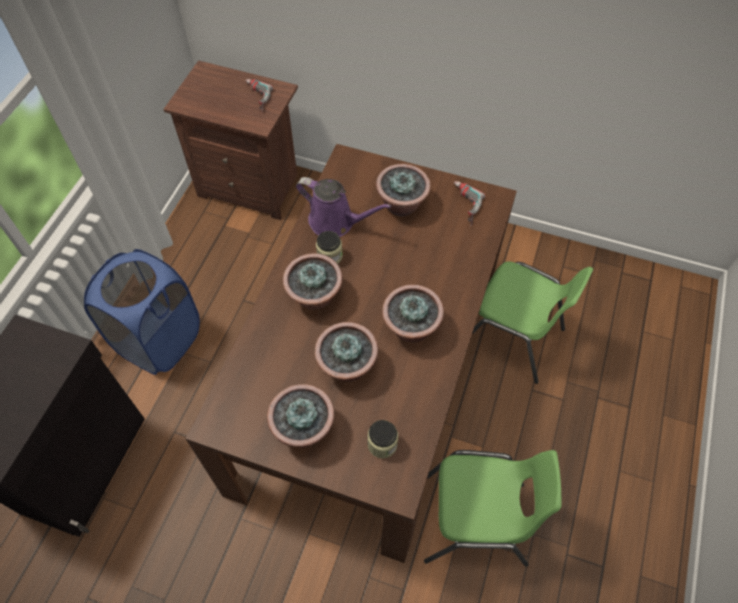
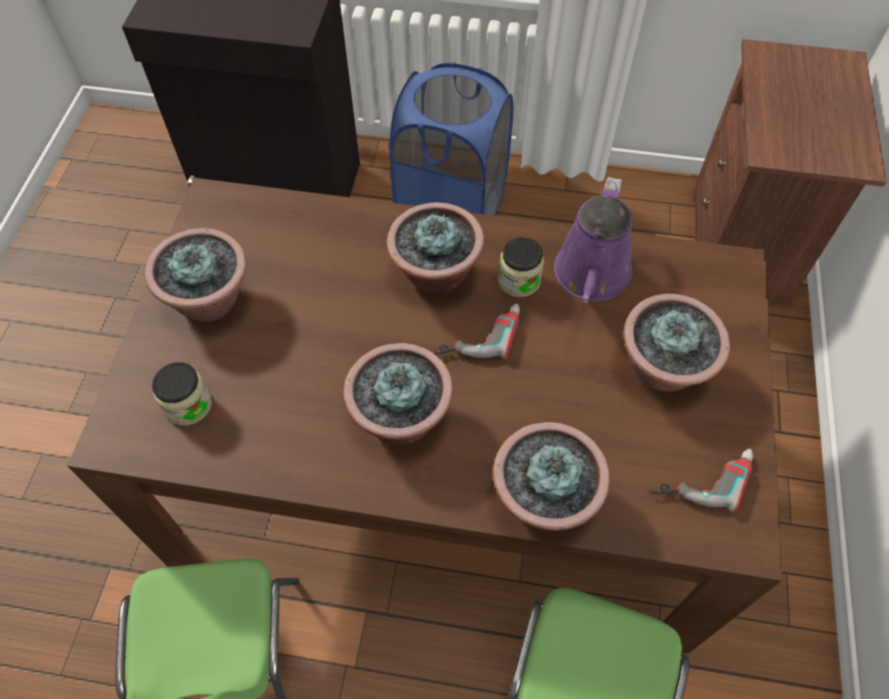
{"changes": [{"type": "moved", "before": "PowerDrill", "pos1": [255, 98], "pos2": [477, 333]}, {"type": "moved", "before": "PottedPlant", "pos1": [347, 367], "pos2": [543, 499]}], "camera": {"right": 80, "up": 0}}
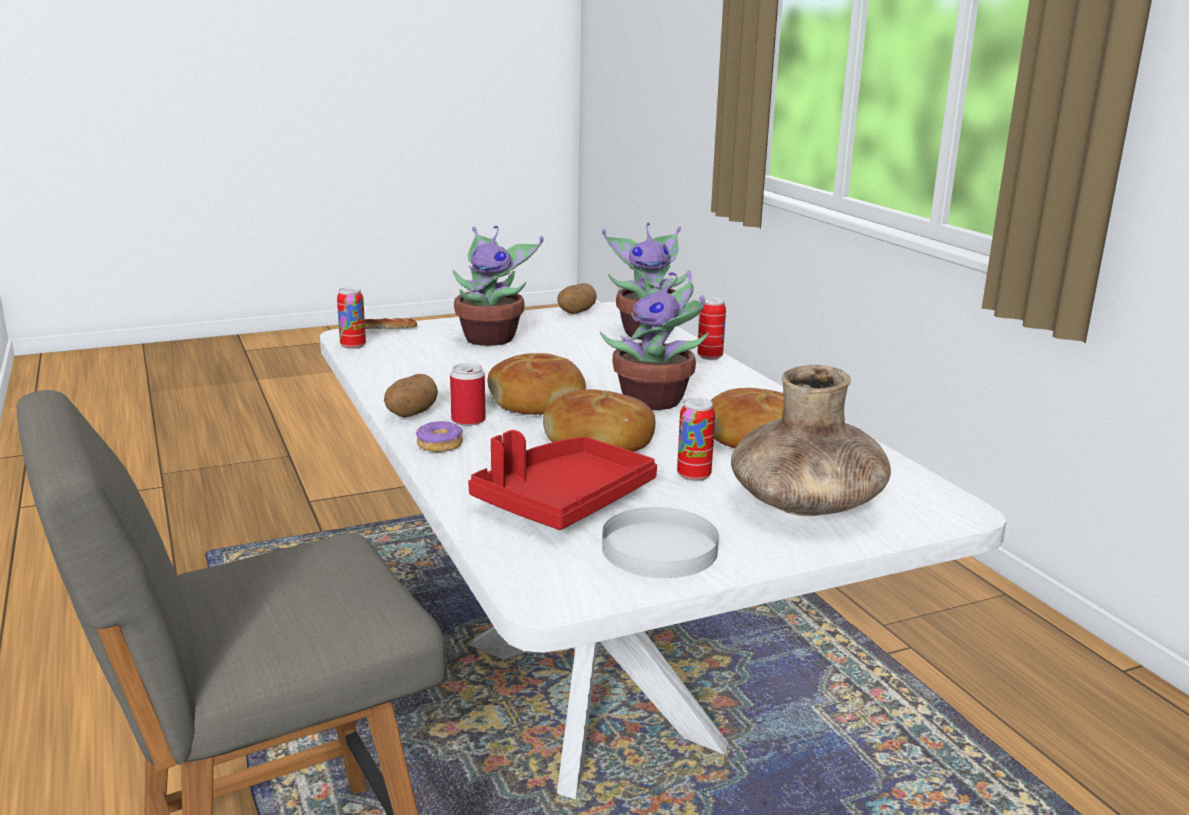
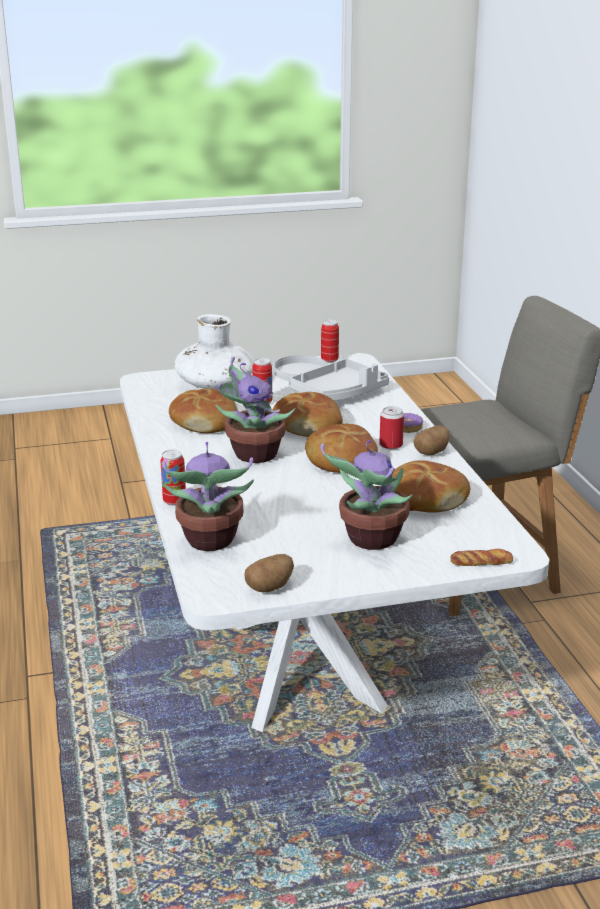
{"changes": [{"type": "moved", "before": "Can", "pos1": [353, 346], "pos2": [329, 360]}, {"type": "recoloured", "before": "RedTray", "after": "GreyTray", "pos1": [563, 501], "pos2": [339, 393]}, {"type": "recoloured", "before": "BrownVase", "after": "WhiteVase", "pos1": [805, 505], "pos2": [215, 385]}, {"type": "added", "after": "Bread", "pos2": [425, 499]}], "camera": {"right": -170, "up": 5}}
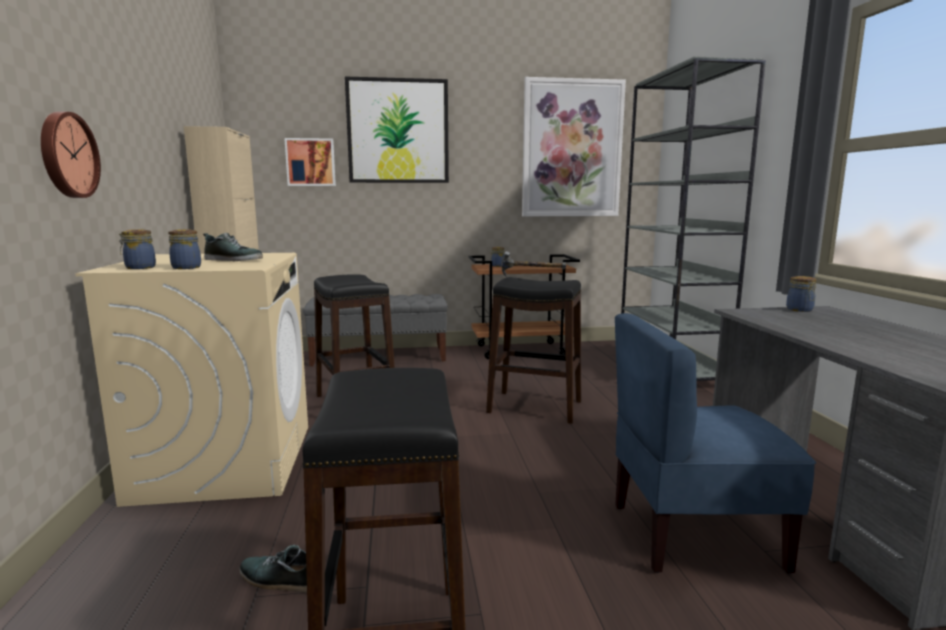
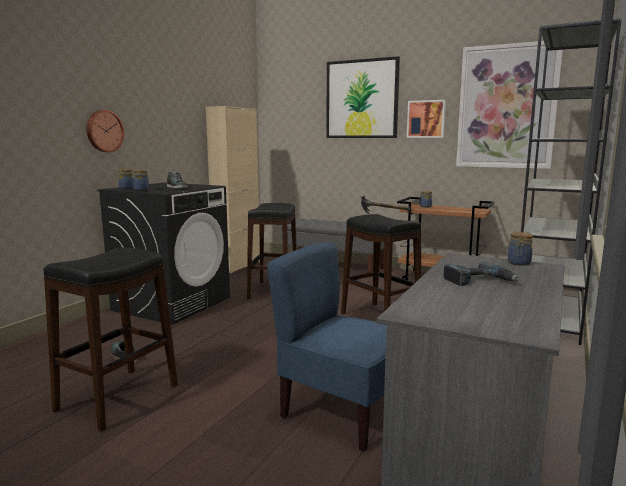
{"changes": [{"type": "recoloured", "before": "BeigeWashingMachine", "after": "BlackWashingMachine", "pos1": [226, 461], "pos2": [172, 304]}, {"type": "moved", "before": "Picture", "pos1": [310, 162], "pos2": [426, 119]}, {"type": "added", "after": "PowerDrill", "pos2": [479, 281]}], "camera": {"right": 35, "up": 0}}
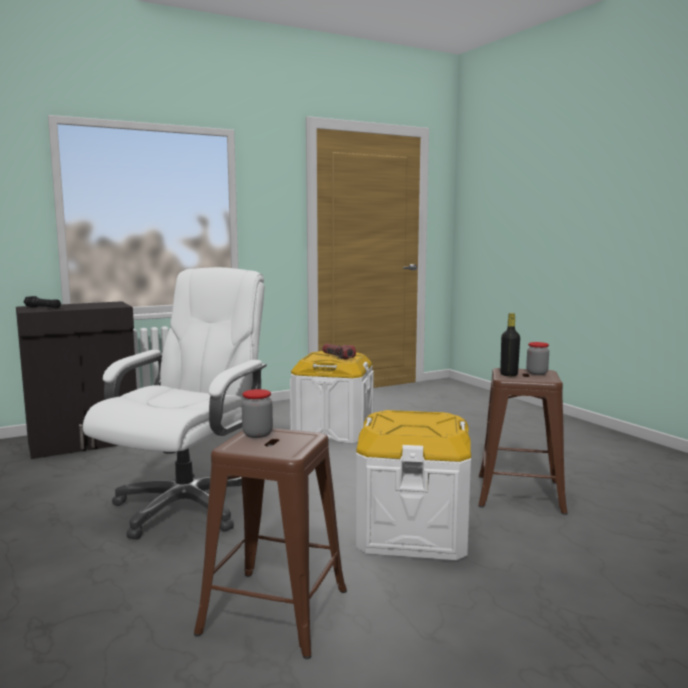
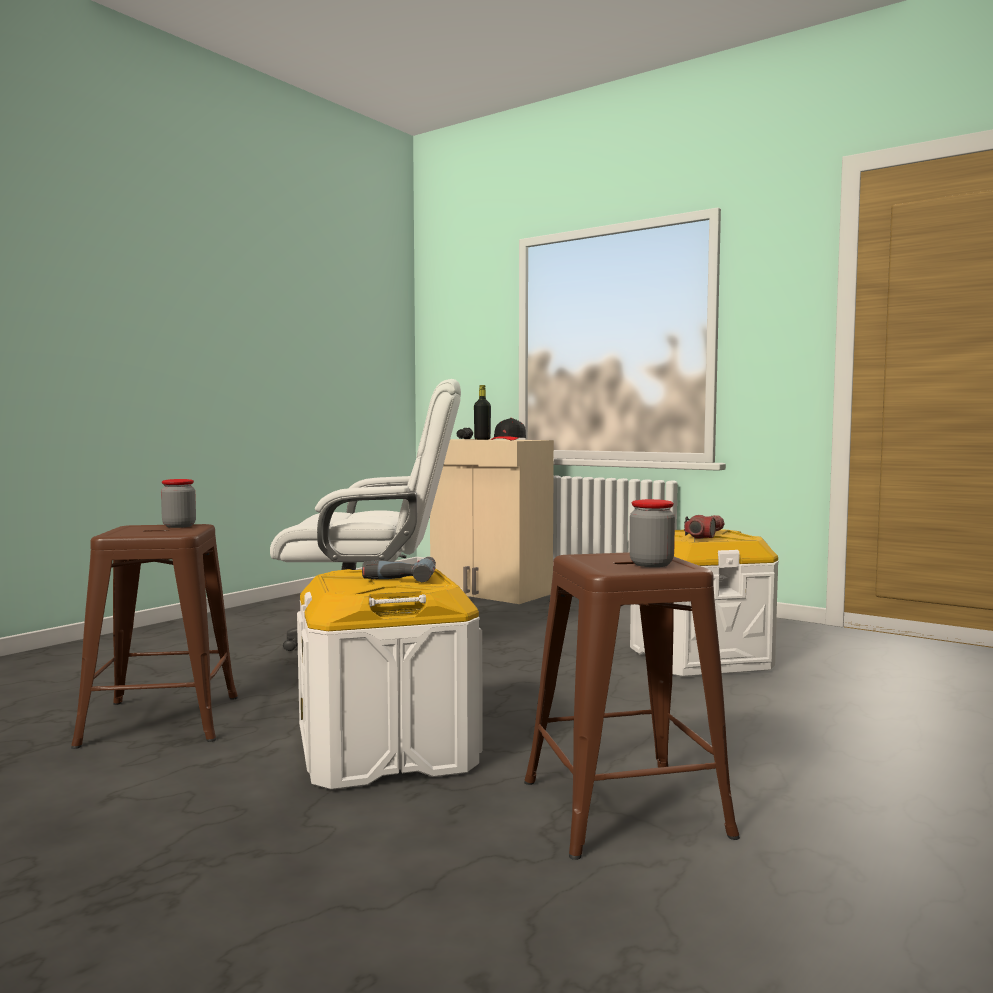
{"changes": [{"type": "recoloured", "before": "BlackCabinet", "after": "BeigeCabinet", "pos1": [85, 443], "pos2": [490, 592]}, {"type": "moved", "before": "BlackBottle", "pos1": [509, 374], "pos2": [482, 439]}, {"type": "added", "after": "PowerDrill", "pos2": [400, 577]}, {"type": "added", "after": "BlackCap", "pos2": [508, 439]}], "camera": {"right": 65, "up": -5}}
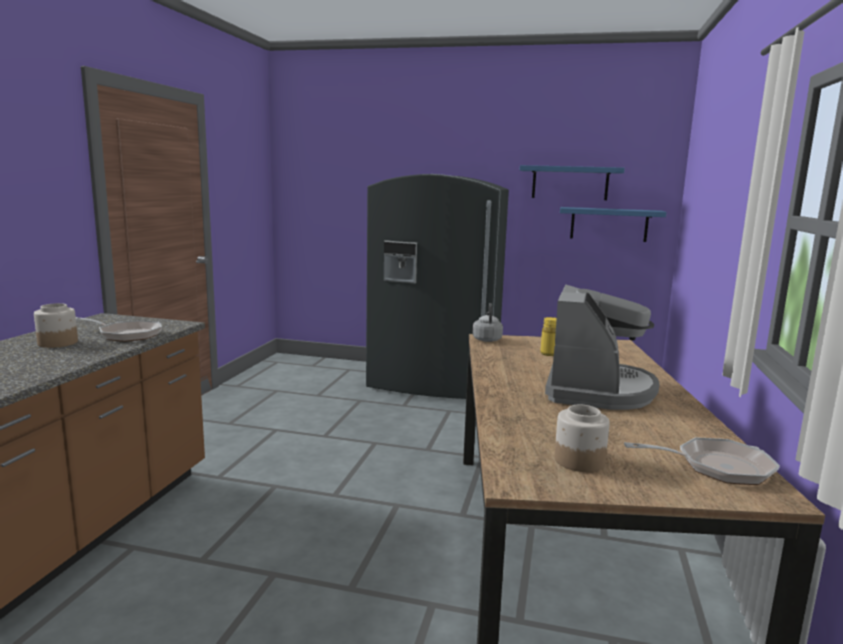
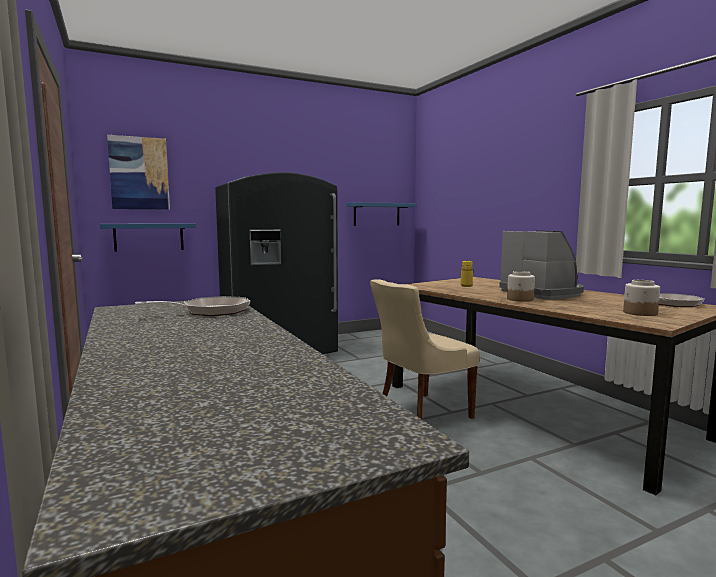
{"changes": [{"type": "moved", "before": "Jar", "pos1": [57, 343], "pos2": [520, 299]}, {"type": "removed", "before": "GreyKettle", "pos1": [487, 339]}, {"type": "moved", "before": "BlueShelf", "pos1": [570, 183], "pos2": [149, 237]}, {"type": "added", "after": "Picture", "pos2": [139, 173]}, {"type": "added", "after": "BeigeChair", "pos2": [421, 413]}], "camera": {"right": -40, "up": -5}}
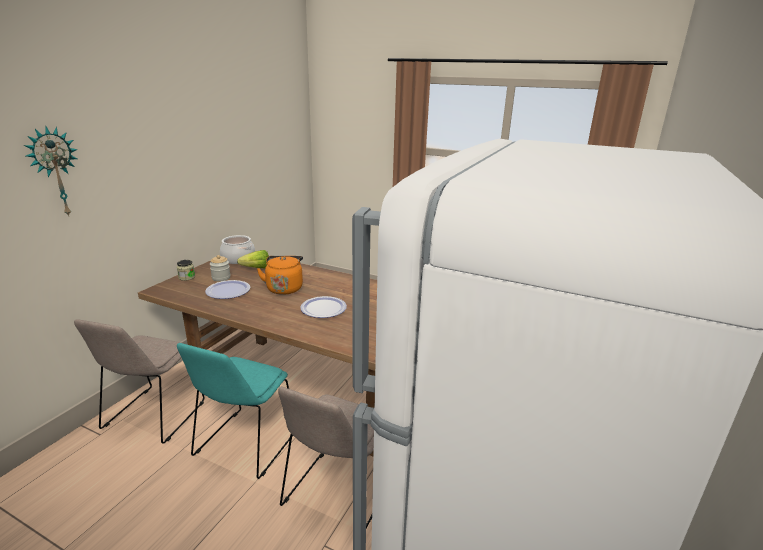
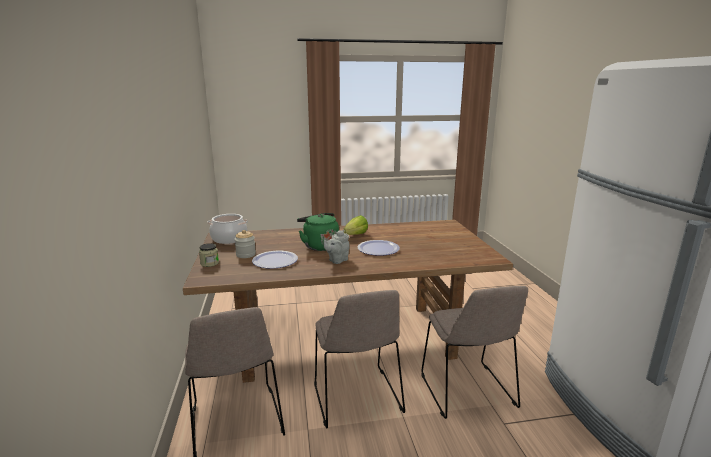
{"changes": [{"type": "removed", "before": "WallClock", "pos1": [55, 172]}, {"type": "recoloured", "before": "TurquoiseChair", "after": "BeigeChair", "pos1": [244, 445], "pos2": [357, 399]}, {"type": "moved", "before": "Lettuce", "pos1": [254, 268], "pos2": [353, 236]}, {"type": "recoloured", "before": "OrangeKettle", "after": "GreenKettle", "pos1": [284, 288], "pos2": [319, 246]}, {"type": "added", "after": "GreyTeapot", "pos2": [337, 260]}], "camera": {"right": -35, "up": -5}}
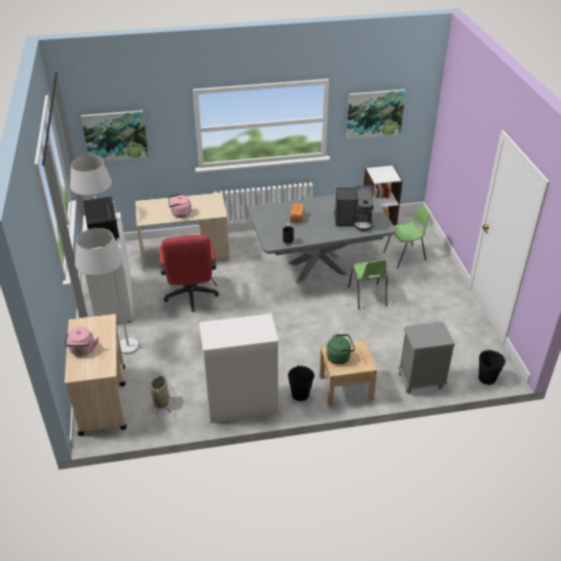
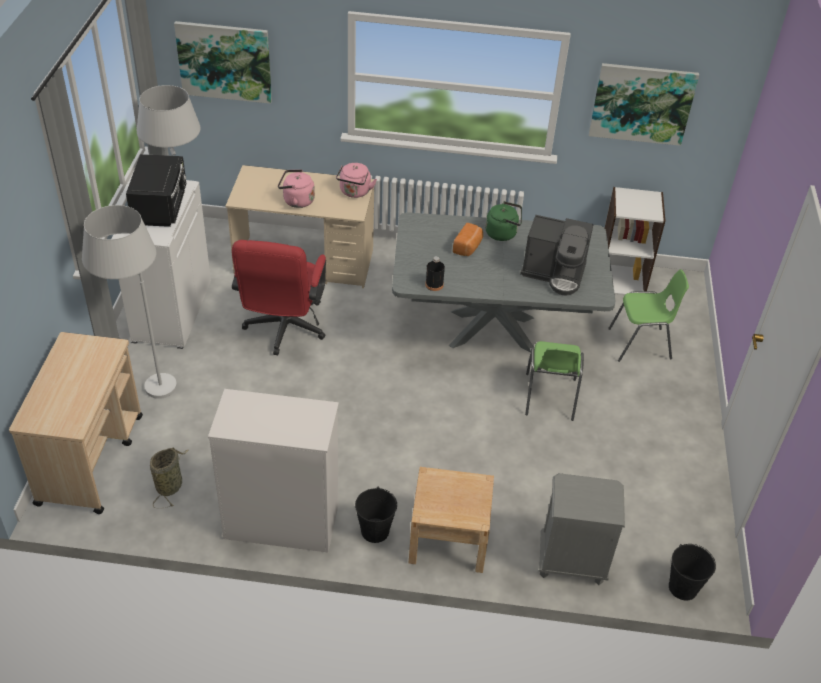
{"changes": [{"type": "moved", "before": "PinkKettle", "pos1": [82, 350], "pos2": [354, 192]}, {"type": "moved", "before": "GreenKettle", "pos1": [339, 357], "pos2": [503, 233]}], "camera": {"right": 15, "up": 5}}
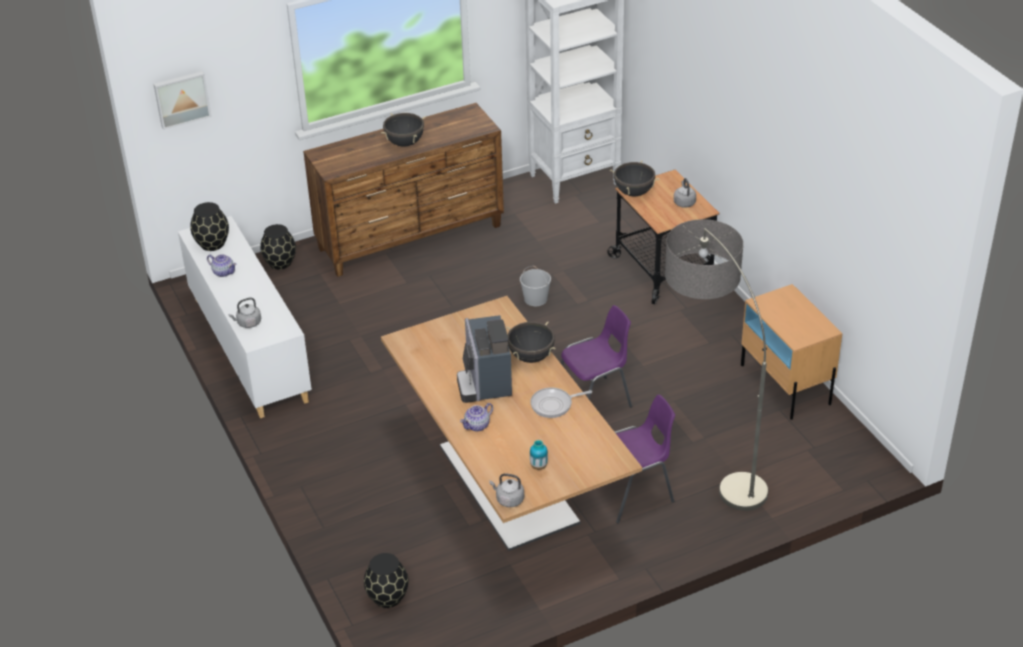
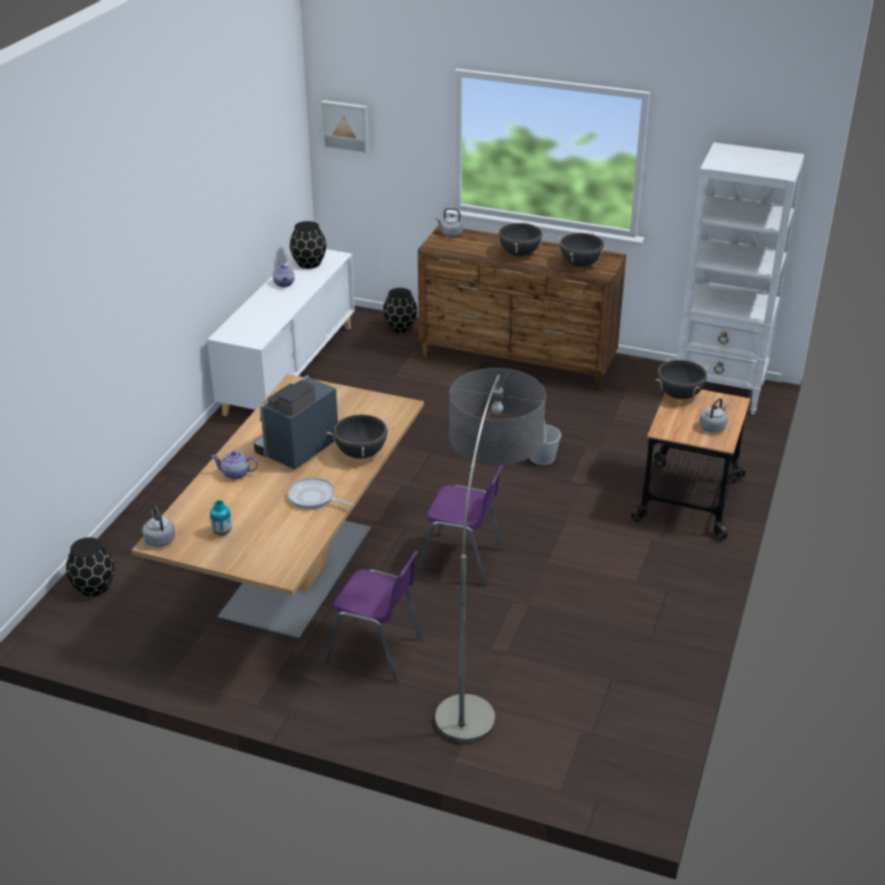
{"changes": [{"type": "moved", "before": "GreyKettle", "pos1": [248, 323], "pos2": [450, 234]}, {"type": "removed", "before": "BeigeNightstand", "pos1": [785, 384]}, {"type": "added", "after": "BlackCookingPot", "pos2": [580, 264]}], "camera": {"right": 45, "up": -5}}
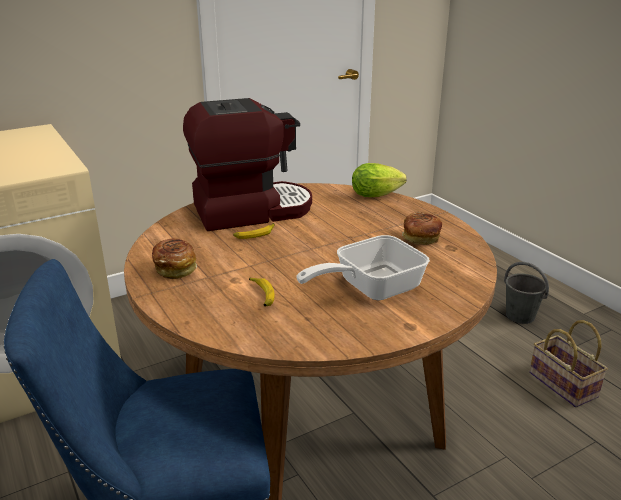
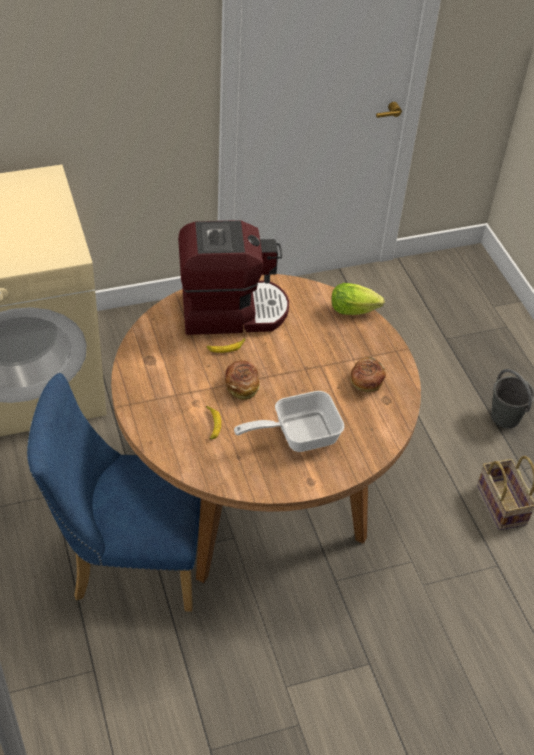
{"changes": [{"type": "moved", "before": "Bread", "pos1": [175, 268], "pos2": [242, 386]}], "camera": {"right": 10, "up": 20}}
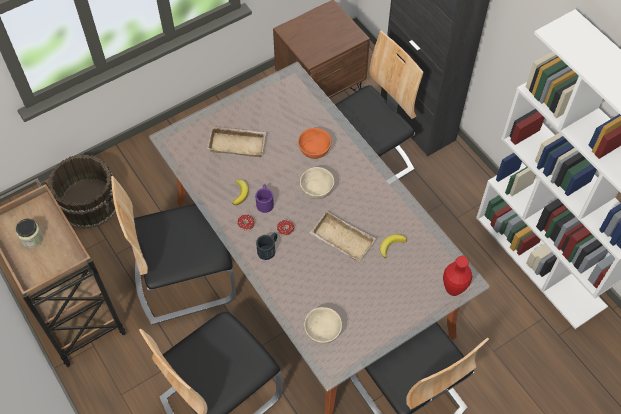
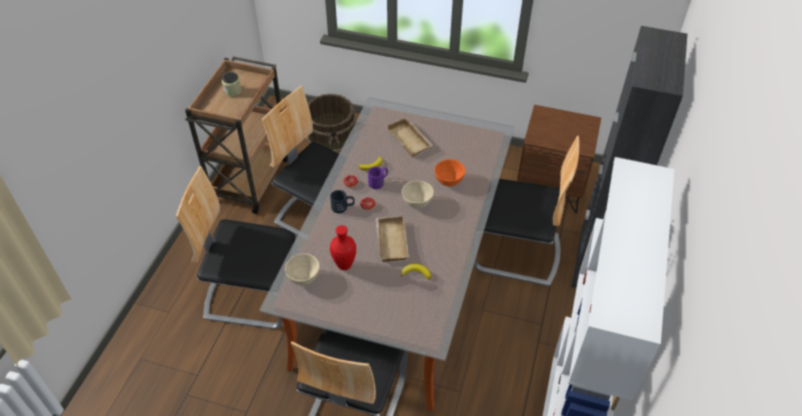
{"changes": [{"type": "moved", "before": "RedVase", "pos1": [453, 289], "pos2": [344, 265]}], "camera": {"right": 50, "up": -10}}
